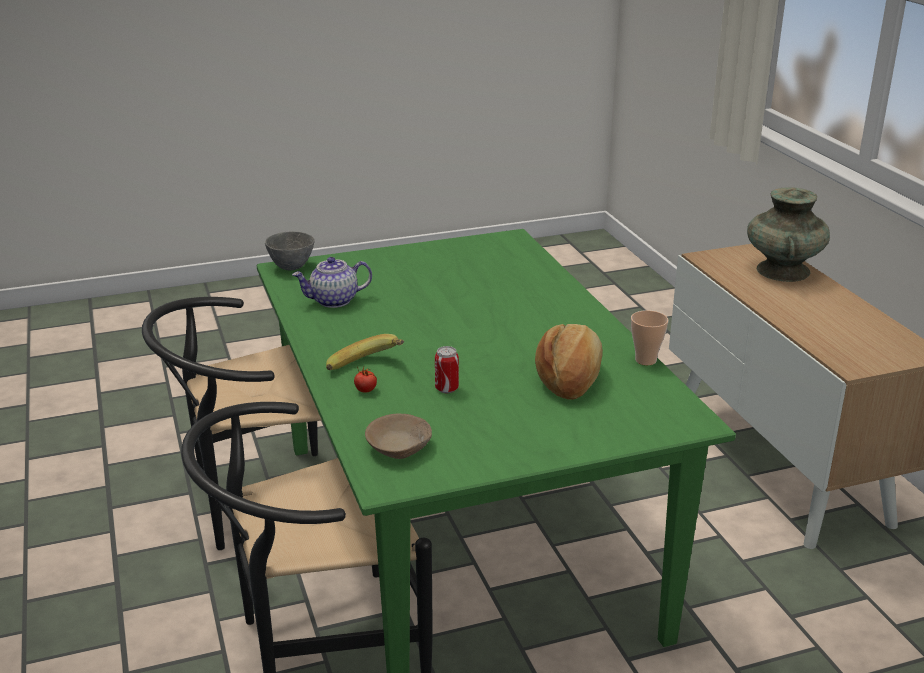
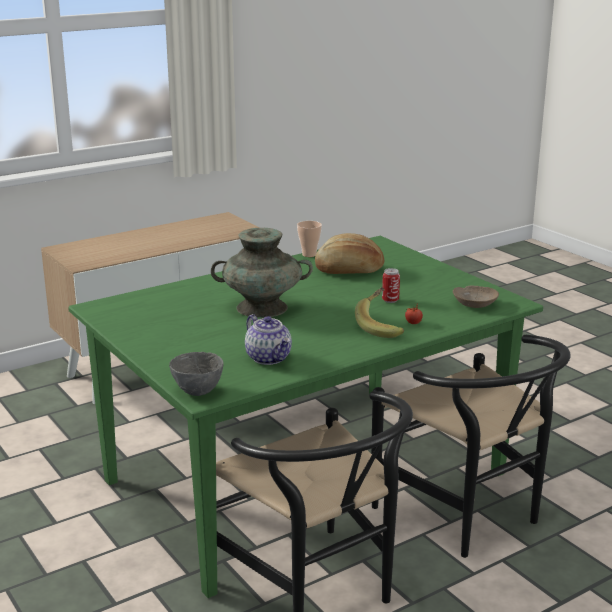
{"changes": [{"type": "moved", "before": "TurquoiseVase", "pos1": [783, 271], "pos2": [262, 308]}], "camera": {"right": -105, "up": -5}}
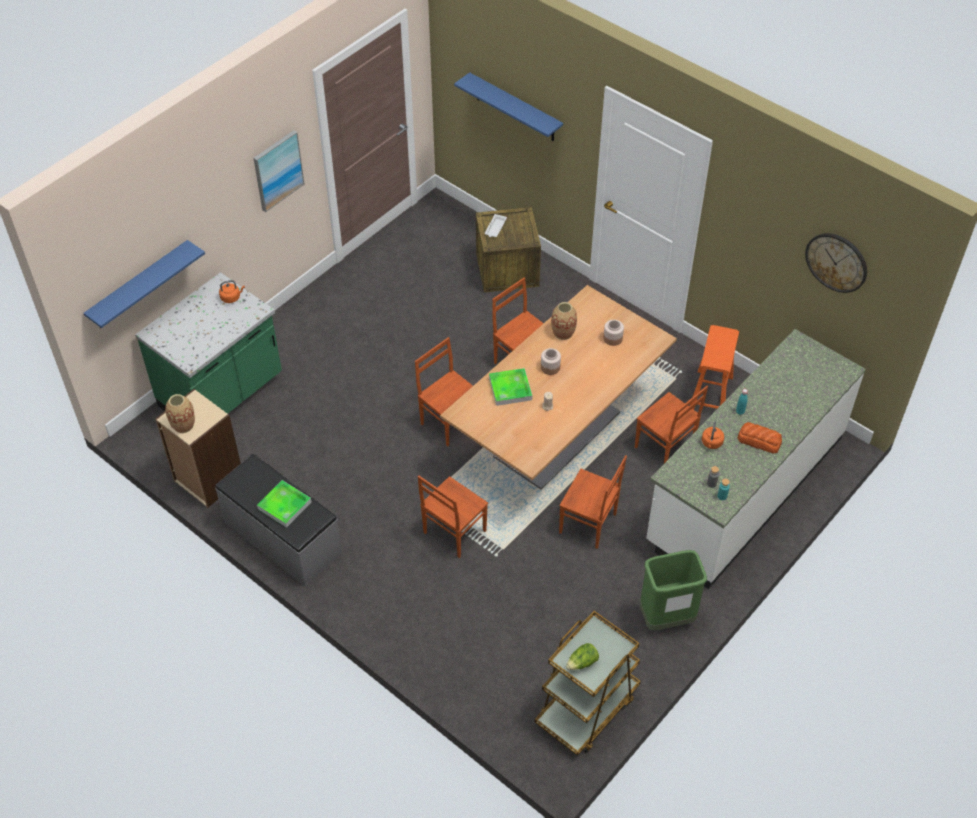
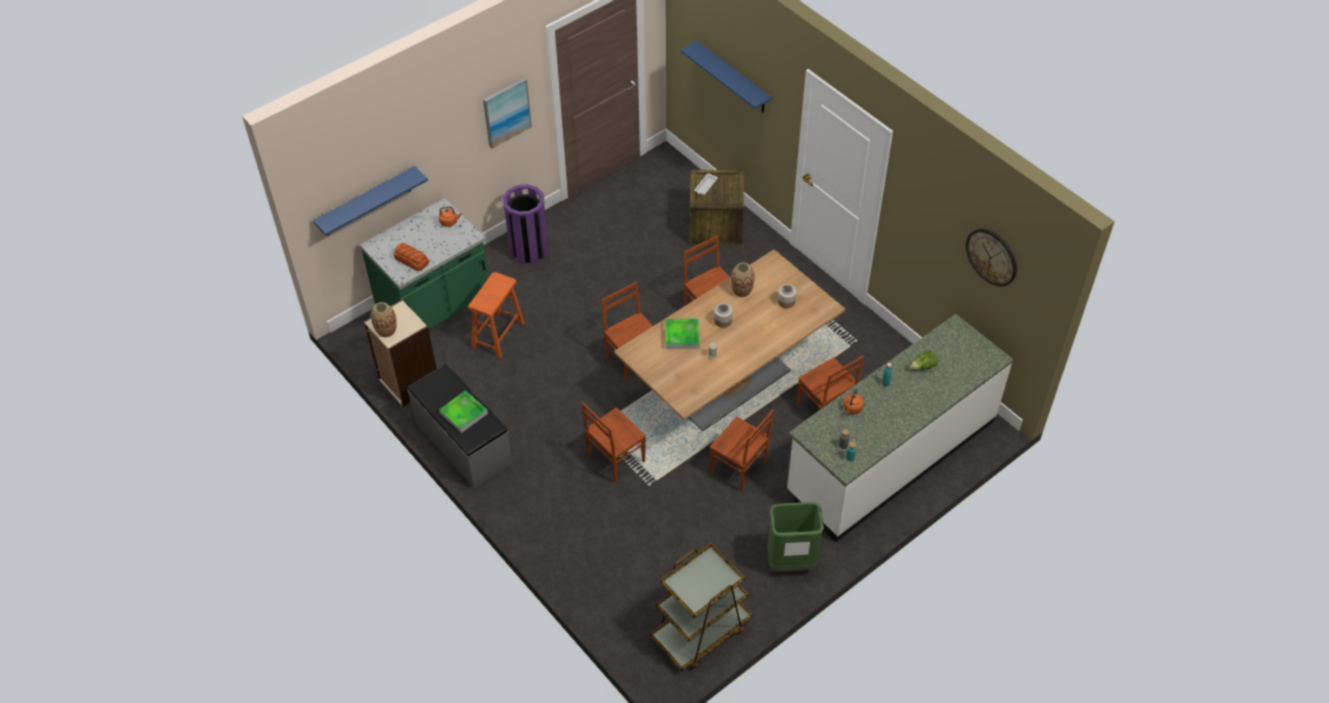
{"changes": [{"type": "moved", "before": "Lettuce", "pos1": [582, 662], "pos2": [923, 366]}, {"type": "moved", "before": "OrangeStool", "pos1": [710, 393], "pos2": [498, 335]}, {"type": "moved", "before": "Bread", "pos1": [758, 440], "pos2": [411, 259]}, {"type": "added", "after": "PurpleTrashCan", "pos2": [529, 250]}], "camera": {"right": 10, "up": 0}}
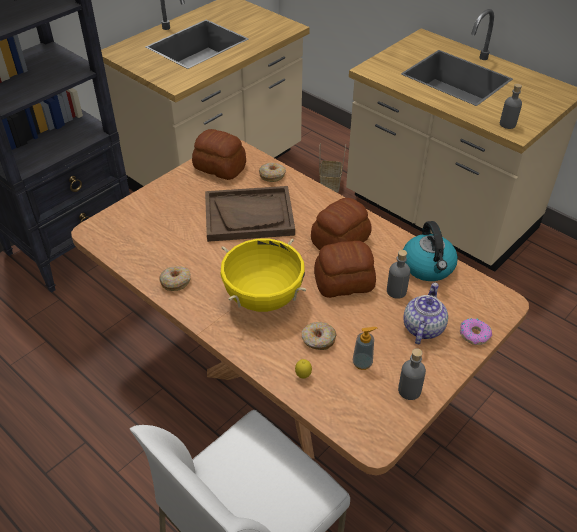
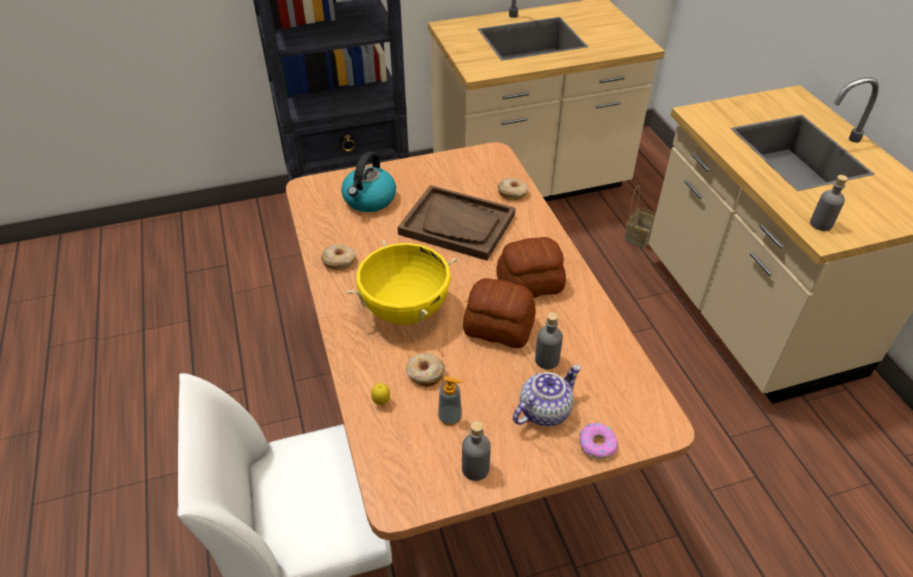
{"changes": [{"type": "removed", "before": "Bread", "pos1": [220, 167]}, {"type": "moved", "before": "Kettle", "pos1": [428, 267], "pos2": [369, 200]}], "camera": {"right": 30, "up": 0}}
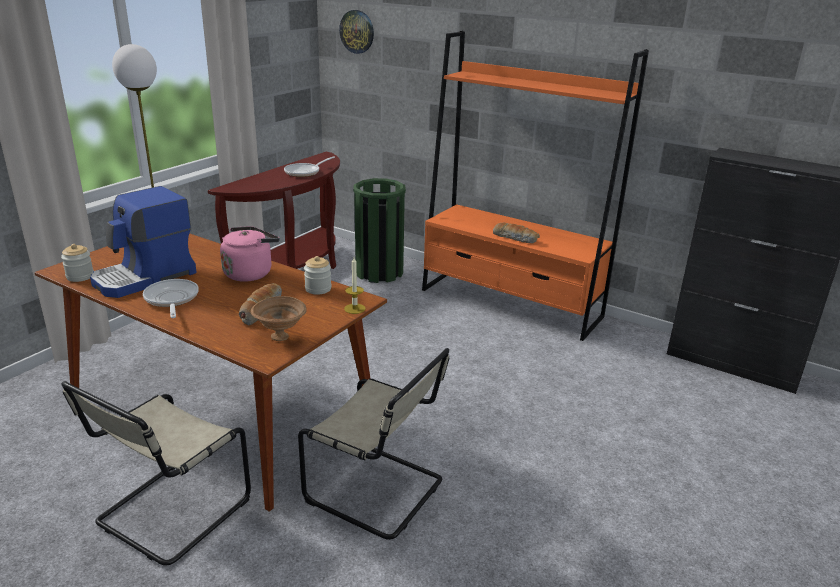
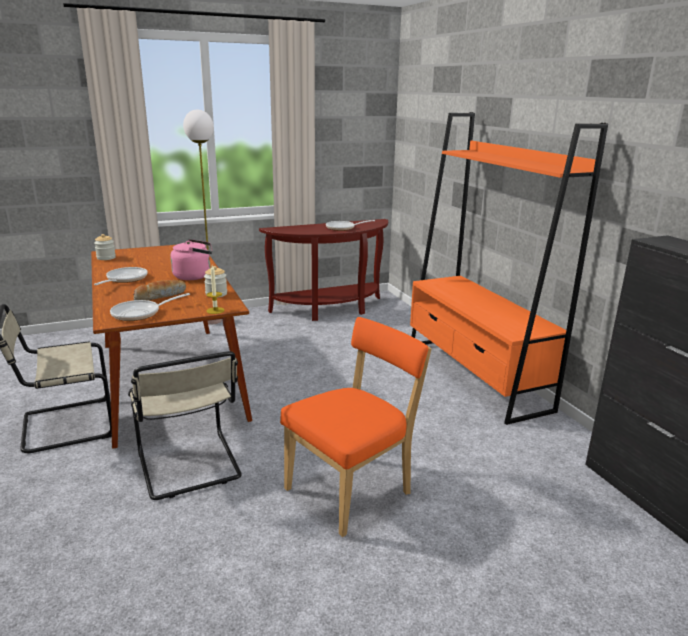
{"changes": [{"type": "removed", "before": "CoffeeMachine", "pos1": [145, 278]}, {"type": "replaced", "before": "BrownBowl", "after": "FryingPan", "pos1": [281, 337], "pos2": [140, 313]}, {"type": "removed", "before": "WallClock", "pos1": [357, 31]}, {"type": "removed", "before": "GreenTrashCan", "pos1": [379, 272]}, {"type": "removed", "before": "Bread", "pos1": [515, 238]}, {"type": "added", "after": "OrangeChair", "pos2": [353, 489]}], "camera": {"right": 35, "up": -5}}
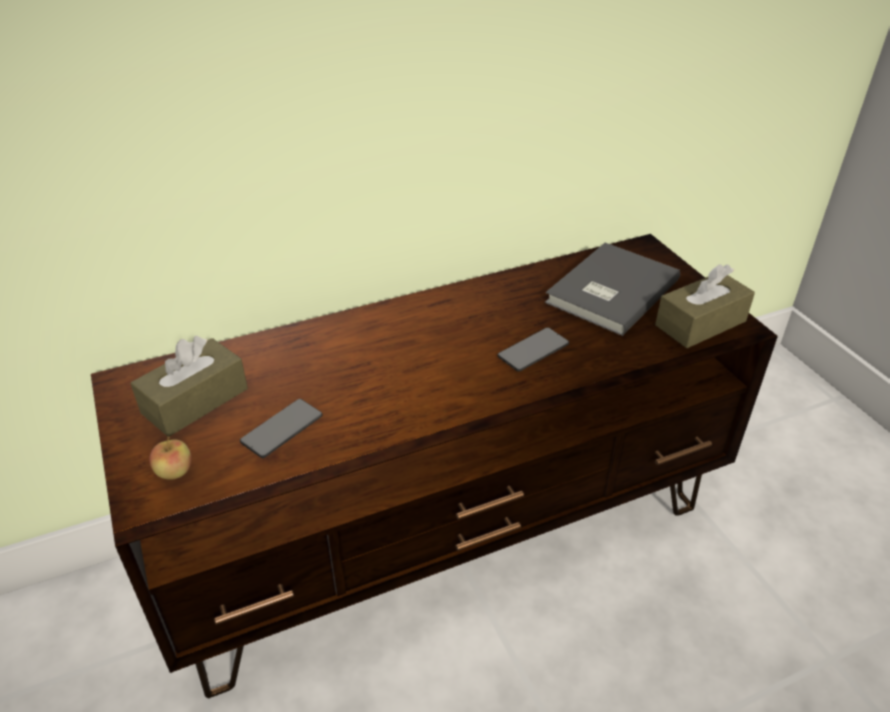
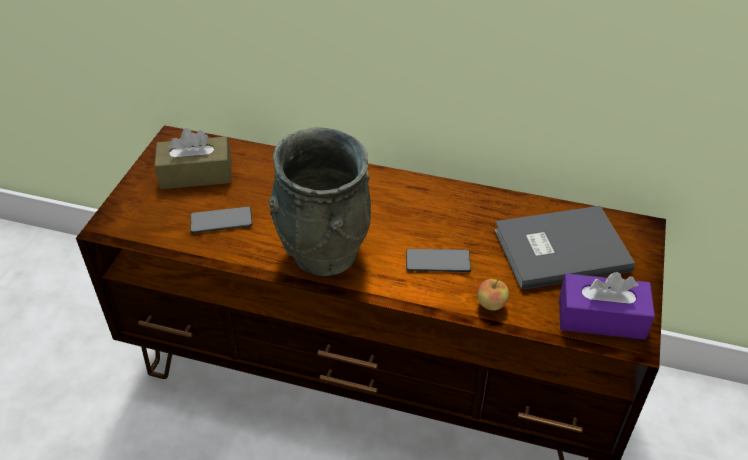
{"changes": [{"type": "moved", "before": "Apple", "pos1": [174, 472], "pos2": [491, 304]}, {"type": "recoloured", "before": "BrownTissueBox", "after": "PurpleTissueBox", "pos1": [700, 323], "pos2": [601, 318]}, {"type": "added", "after": "GreyVase", "pos2": [323, 252]}], "camera": {"right": 40, "up": 5}}
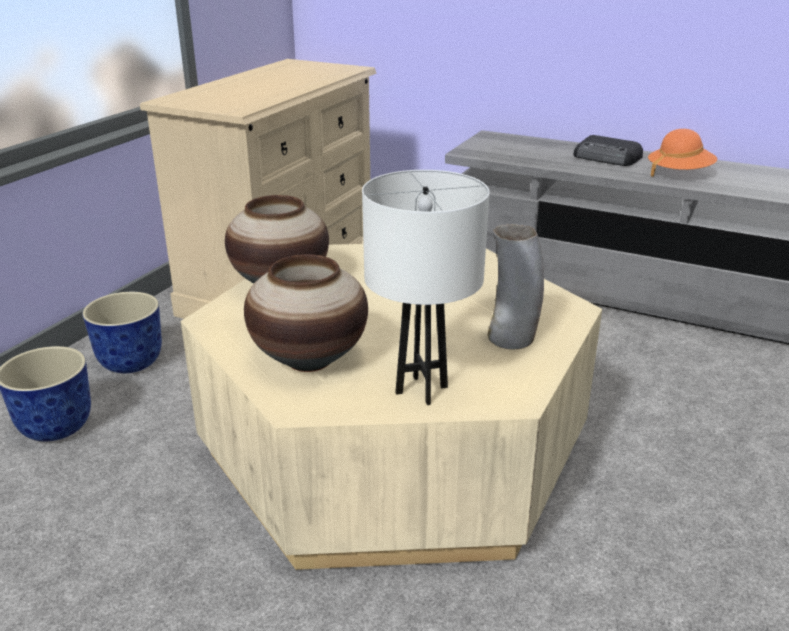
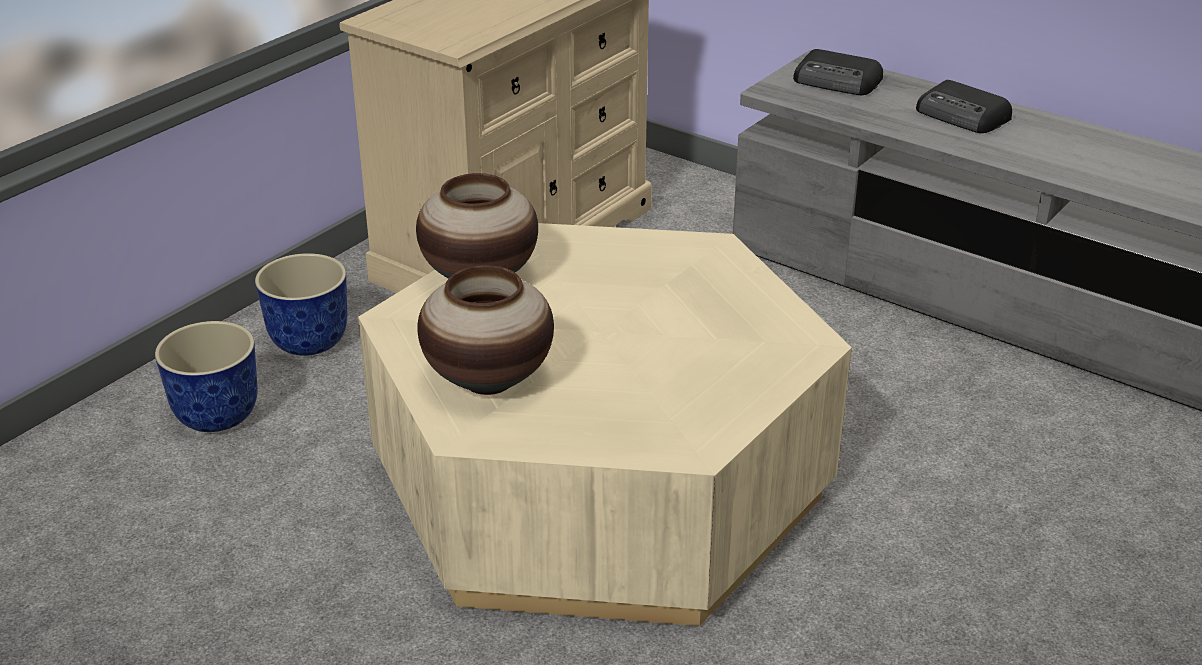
{"changes": [{"type": "removed", "before": "WhiteTableLamp", "pos1": [422, 389]}, {"type": "removed", "before": "Vase", "pos1": [512, 337]}, {"type": "removed", "before": "OrangeHat", "pos1": [679, 174]}, {"type": "added", "after": "Radio", "pos2": [838, 81]}], "camera": {"right": 10, "up": 5}}
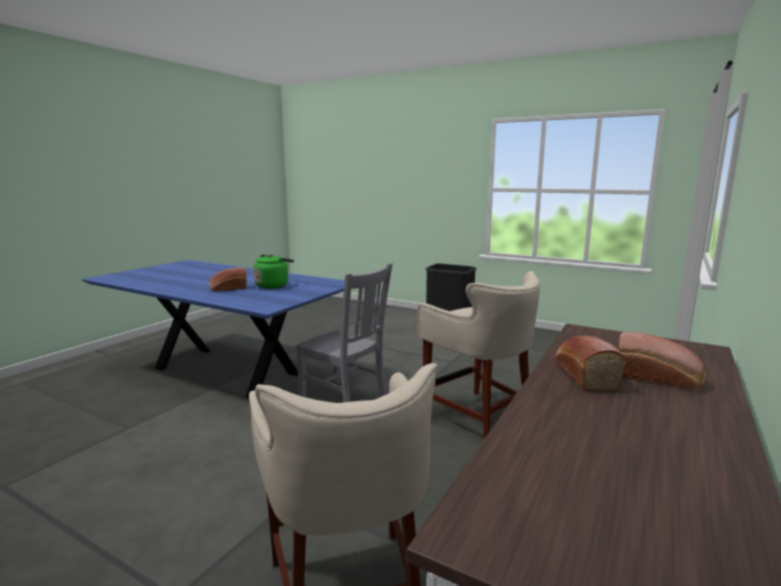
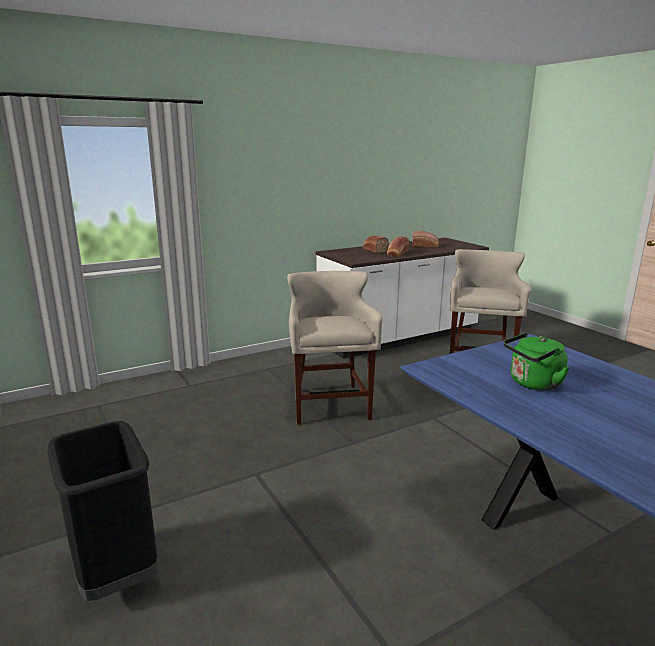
{"changes": [{"type": "moved", "before": "Bread", "pos1": [228, 288], "pos2": [425, 246]}, {"type": "removed", "before": "GreyChair", "pos1": [345, 400]}], "camera": {"right": -150, "up": 5}}
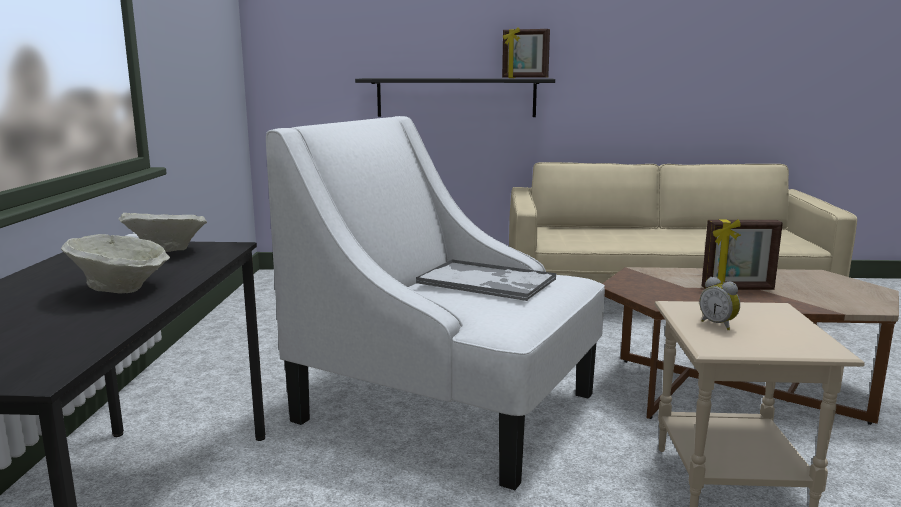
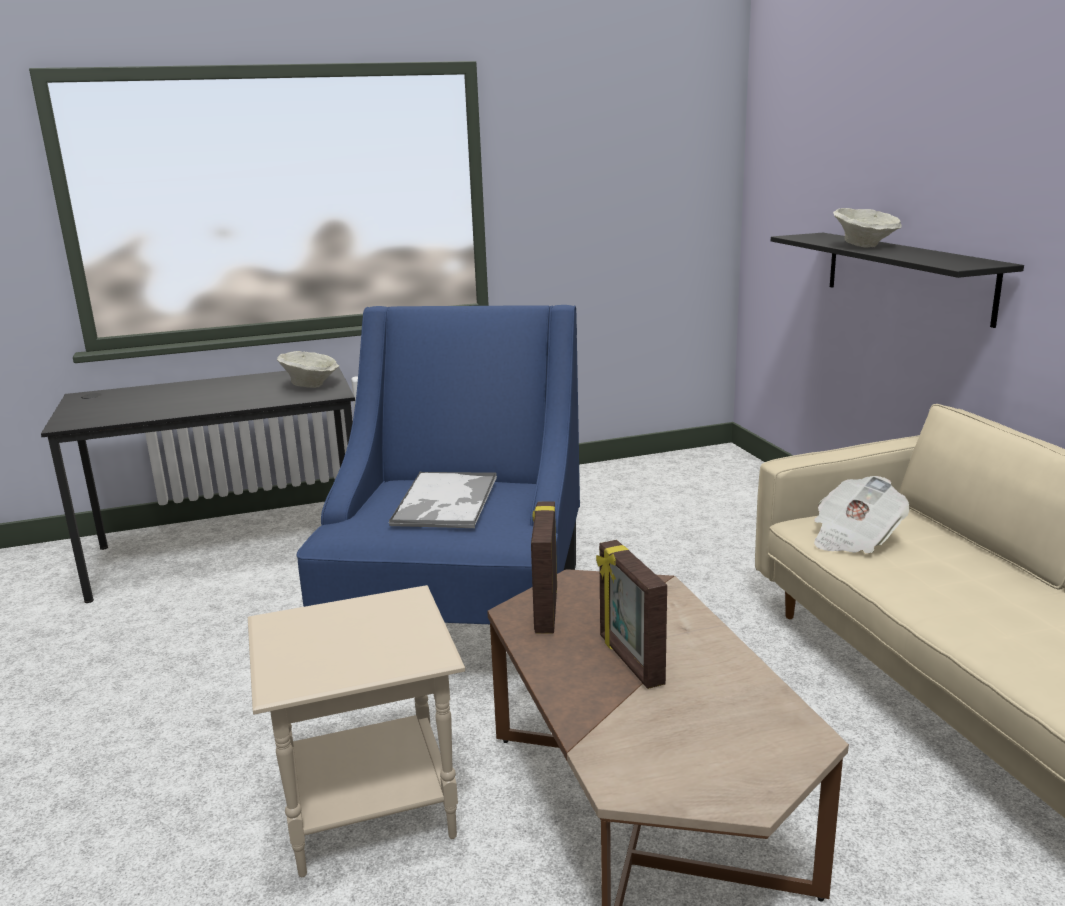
{"changes": [{"type": "moved", "before": "BeigeBowl", "pos1": [121, 290], "pos2": [864, 246]}, {"type": "recoloured", "before": "WhiteArmchair", "after": "BlueArmchair", "pos1": [449, 407], "pos2": [460, 617]}, {"type": "moved", "before": "PictureFrame", "pos1": [524, 78], "pos2": [545, 610]}, {"type": "removed", "before": "AlarmClock", "pos1": [718, 325]}, {"type": "added", "after": "Newspaper", "pos2": [854, 538]}], "camera": {"right": 70, "up": 5}}
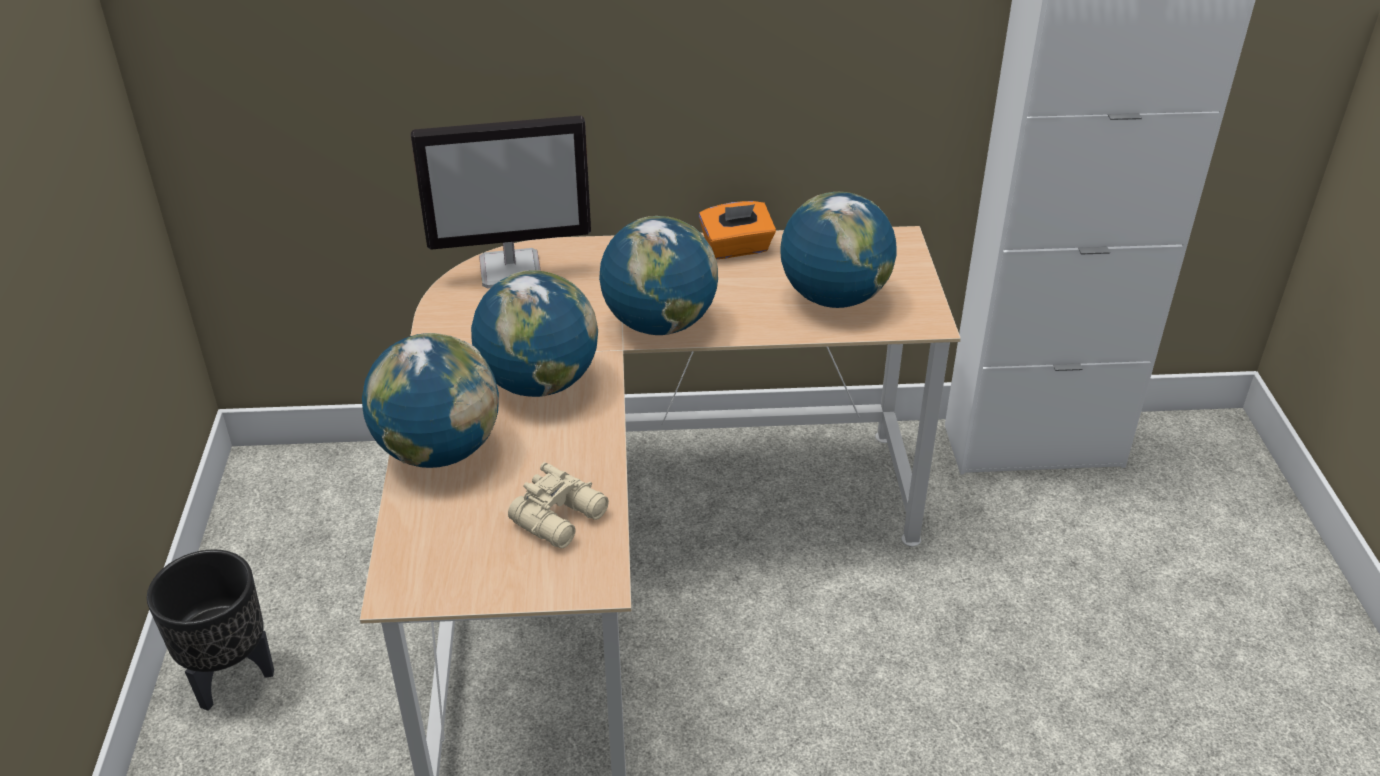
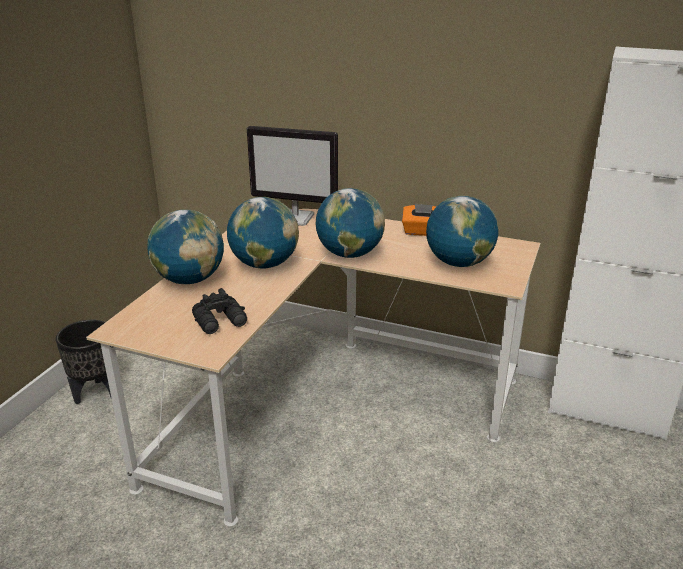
{"changes": [{"type": "recoloured", "before": "BeigeBinoculars", "after": "BlackBinoculars", "pos1": [562, 518], "pos2": [221, 322]}], "camera": {"right": 25, "up": -10}}
